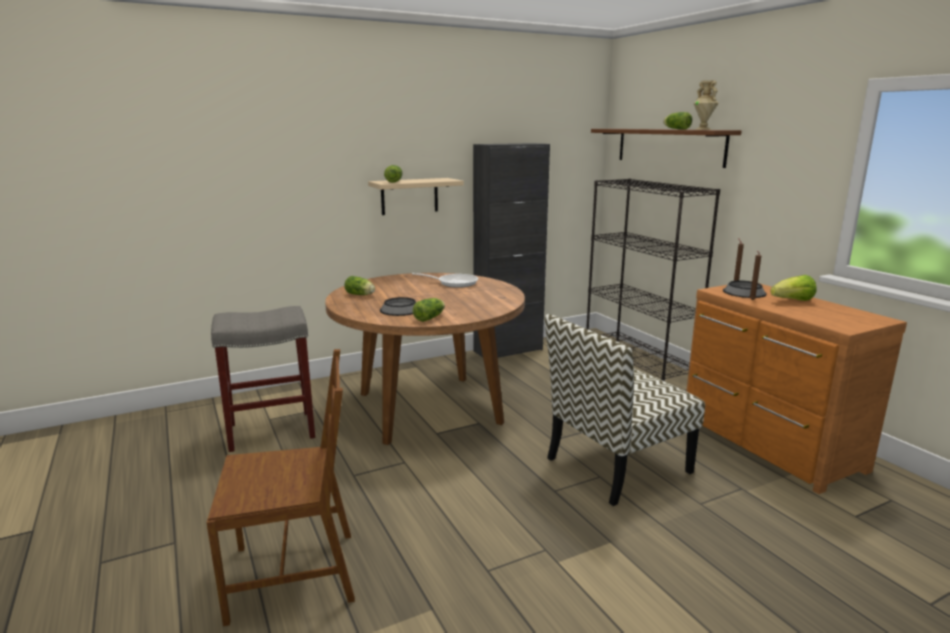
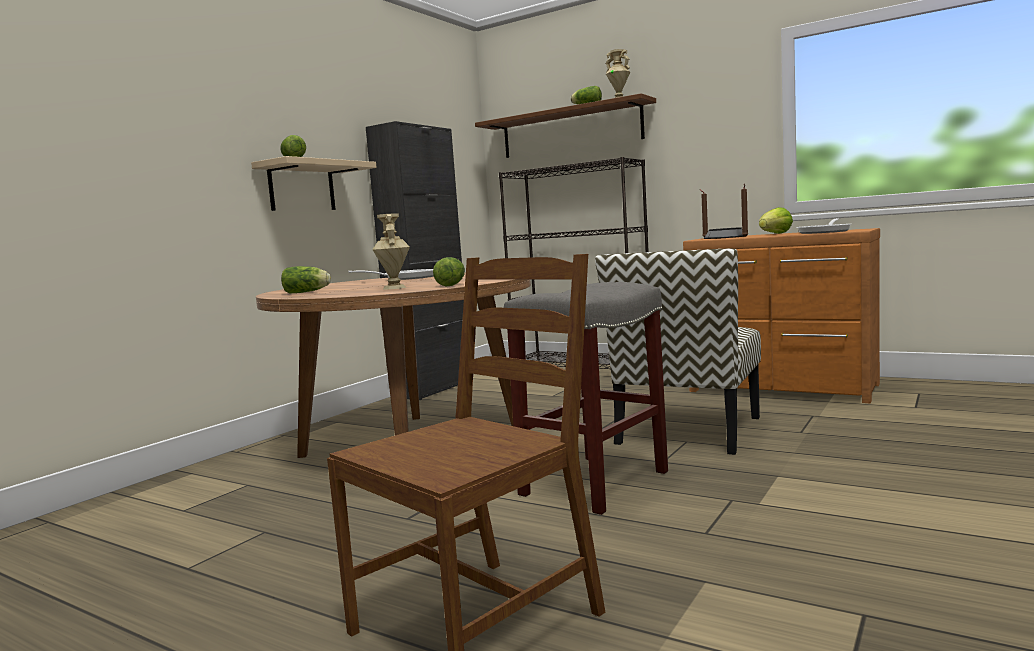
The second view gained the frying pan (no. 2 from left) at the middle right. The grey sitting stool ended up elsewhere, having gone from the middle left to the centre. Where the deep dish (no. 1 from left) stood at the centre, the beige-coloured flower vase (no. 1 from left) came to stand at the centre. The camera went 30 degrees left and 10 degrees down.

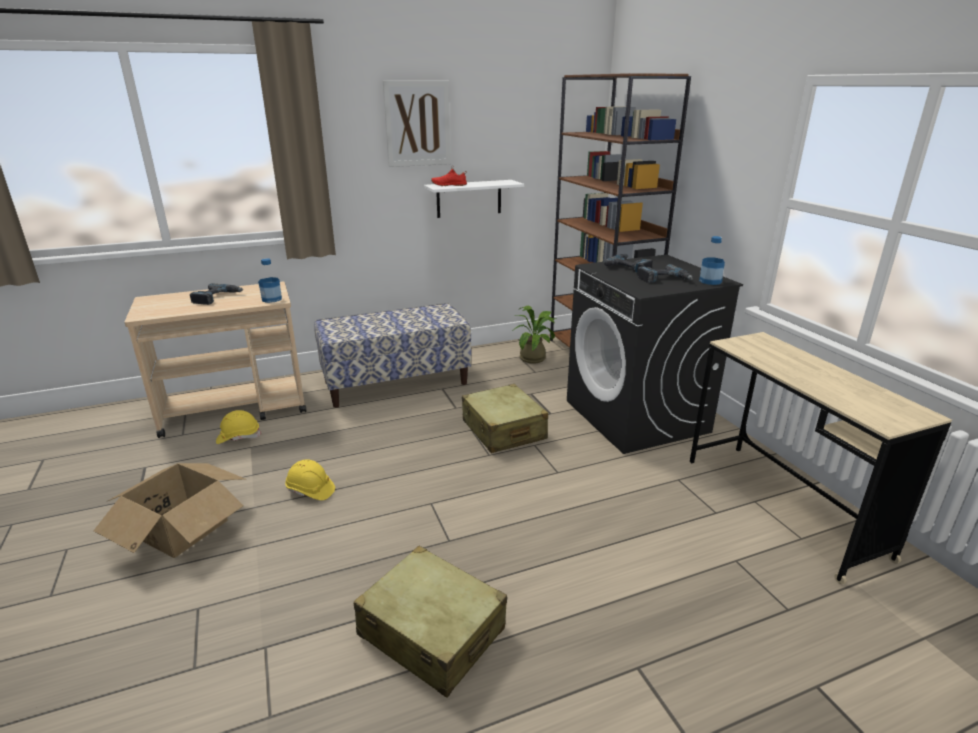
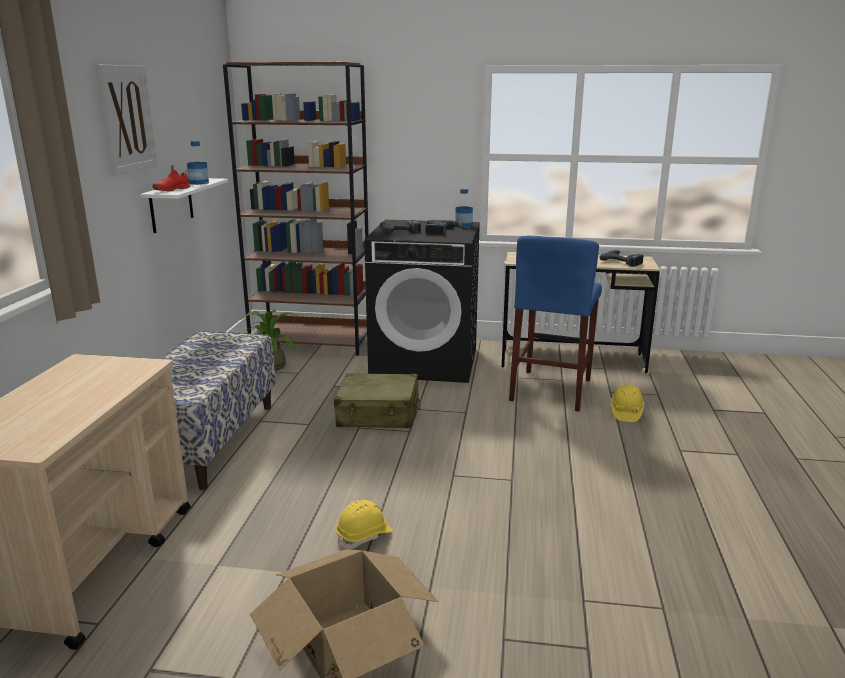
The second view lost the beige-coloured suitcase (no. 1 from left) at the bottom centre. The second view gained the blue sitting stool at the centre. The power drill (no. 1 from left in the first image) ended up elsewhere, having gone from the middle left to the middle right. The yellowish hard hat (no. 1 from left in the first image) ended up elsewhere, having gone from the middle left to the middle right. The bottle (no. 1 from left) ended up elsewhere, having gone from the middle left to the top left. The camera went 60 degrees left and 5 degrees down.

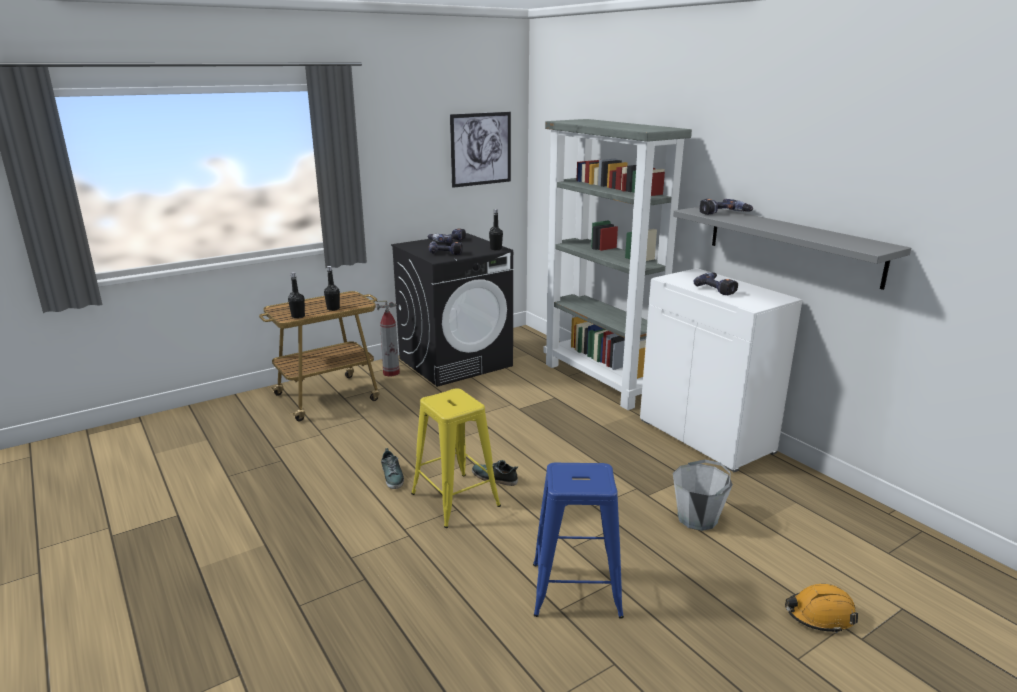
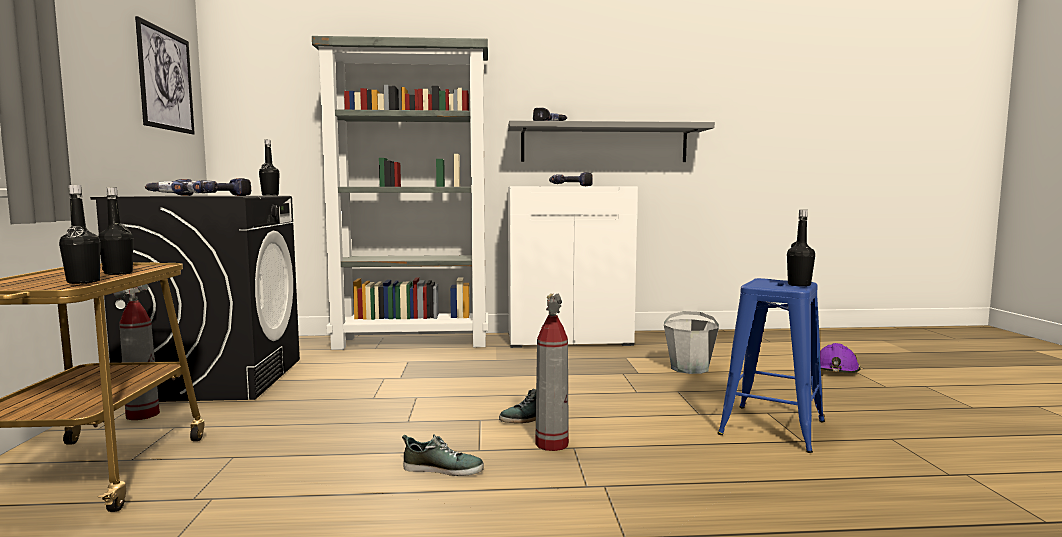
The second view gained the black-coloured bottle (no. 4 from left) at the middle right. Where the yellowish sitting stool stood at the centre, the fire-fighting cylinder (no. 2 from left) came to stand at the bottom centre. What was the orange hard hat at the bottom right turned into the purplish hard hat at the bottom right. The camera went 60 degrees left and 15 degrees down.

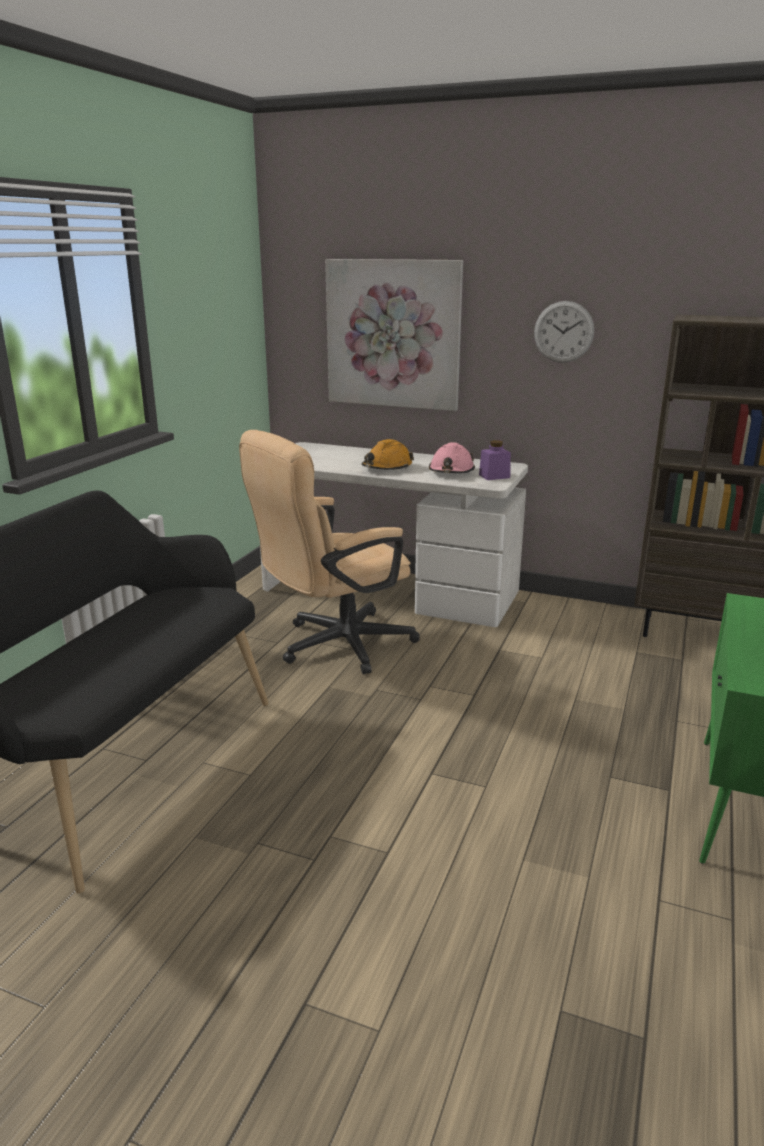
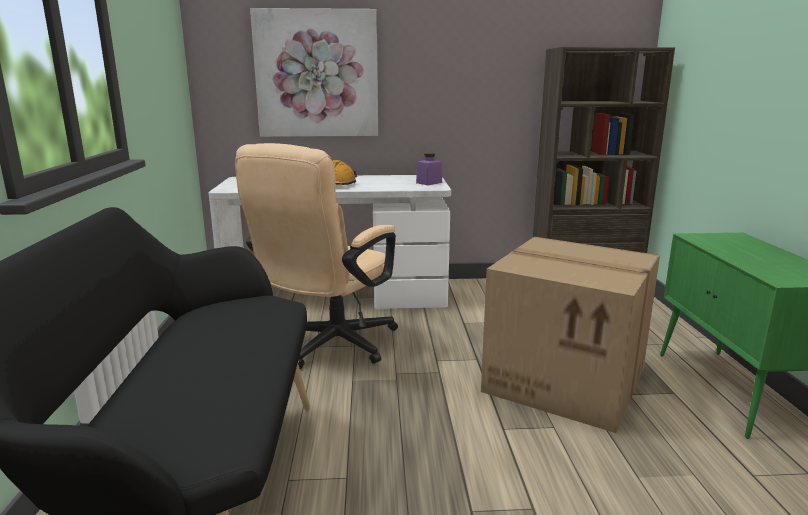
The second view lost the pink-coloured hard hat at the centre. The second view lost the hanging clock at the top right. The second view gained the cardboard box at the middle right. The camera went 25 degrees left and 5 degrees down.

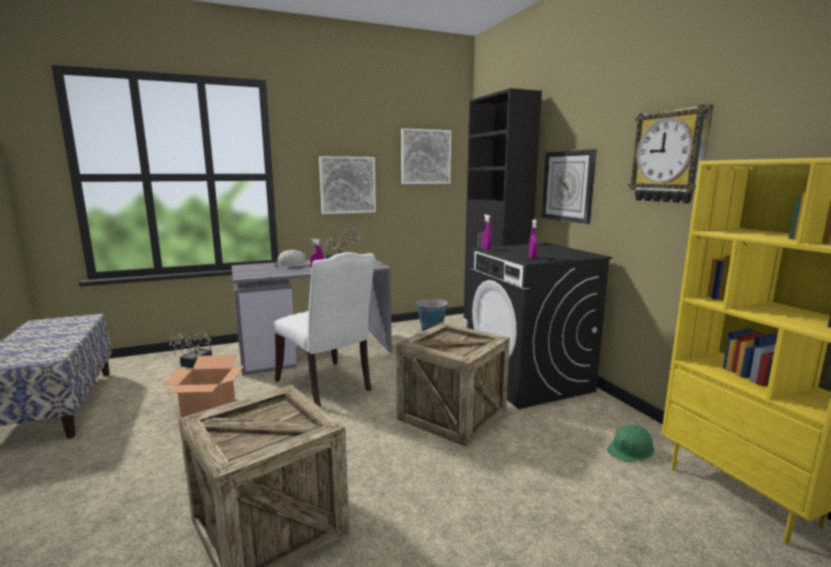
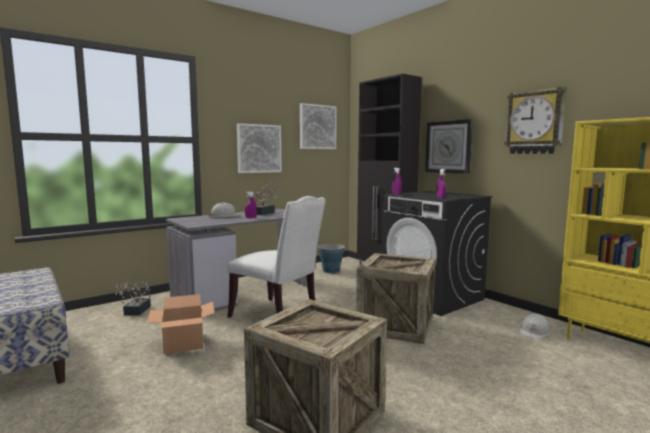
What was the green-coloured hard hat at the bottom right turned into the white hard hat (no. 2 from left) at the bottom right. The camera went 15 degrees left and 5 degrees down.

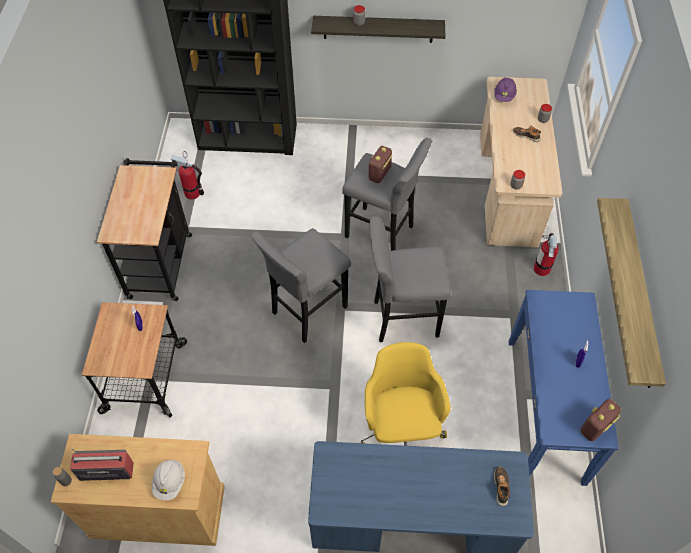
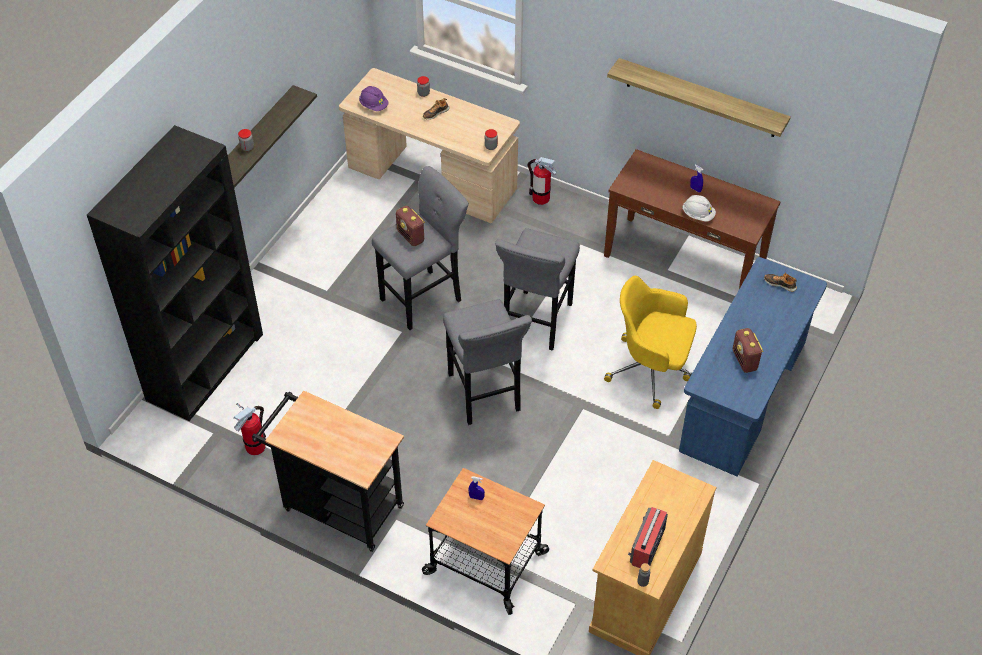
The white hard hat ended up elsewhere, having gone from the bottom left to the top right. The radio receiver (no. 3 from left) ended up elsewhere, having gone from the bottom right to the middle right. What was the blue hall table at the bottom right turned into the brown hall table at the middle right. The camera went 65 degrees left and 5 degrees down.

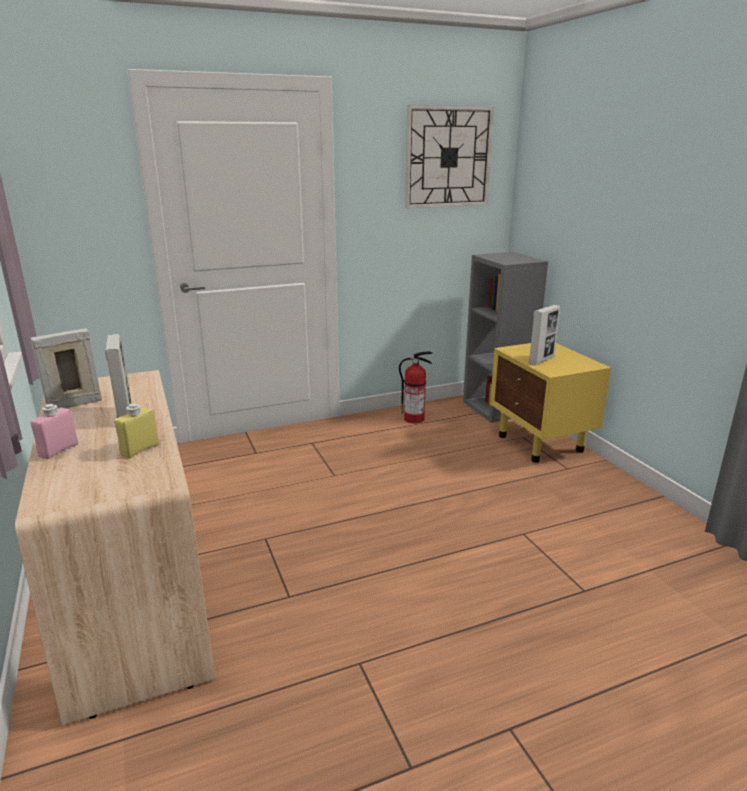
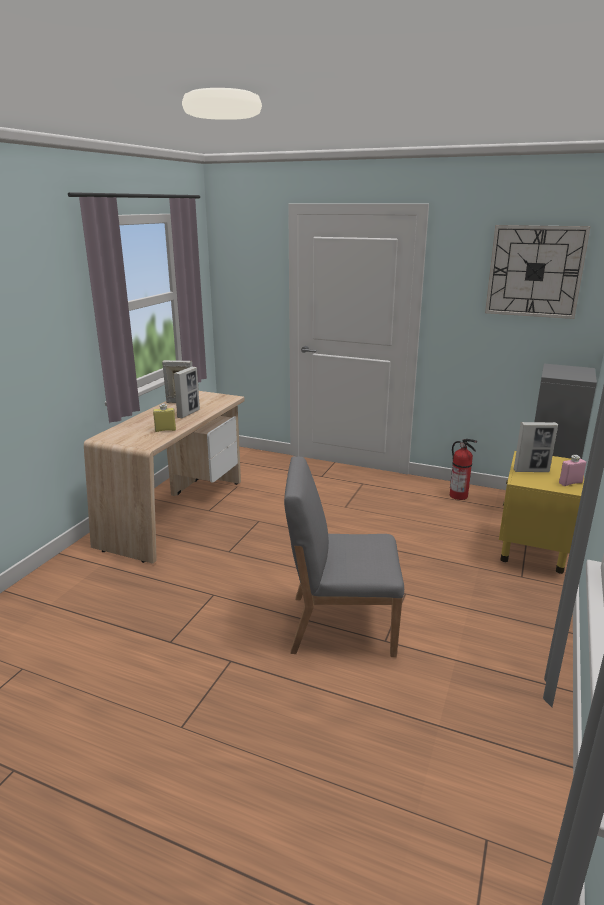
The second view gained the grey chair at the centre. The pink-coloured bottle ended up elsewhere, having gone from the middle left to the middle right. The camera went 45 degrees right and 0 degrees up.

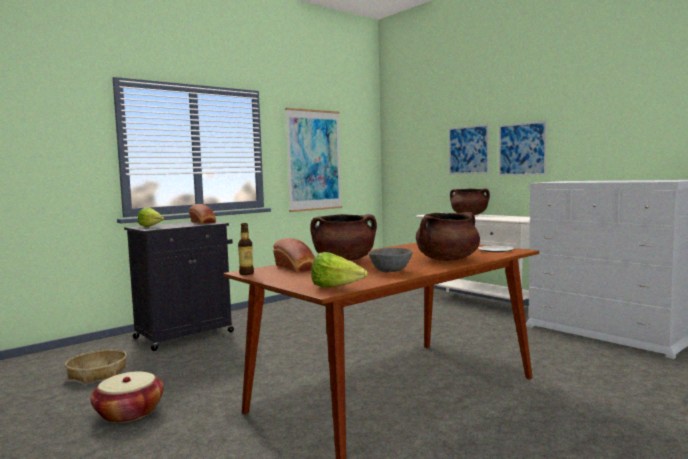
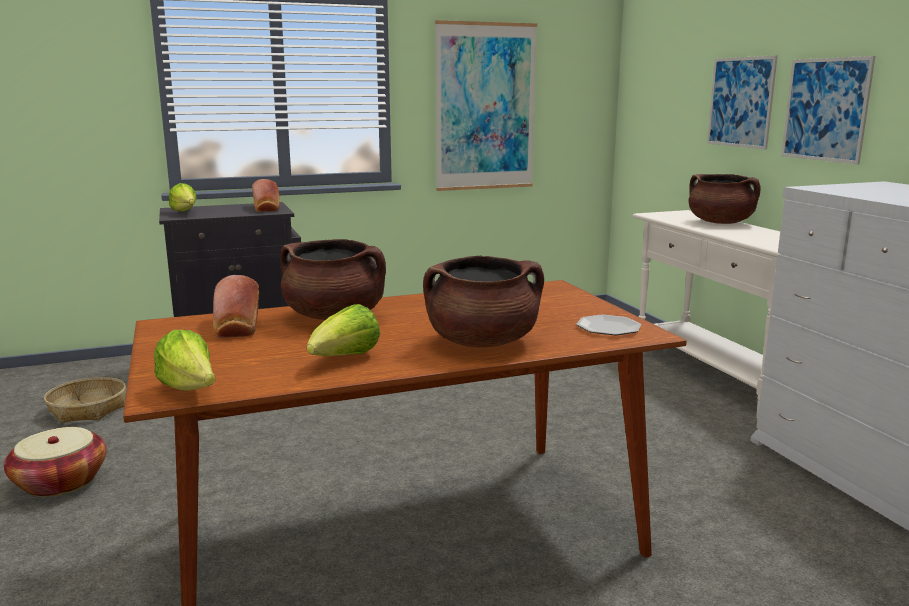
The second view lost the bottle at the centre. Where the grey deep dish stood at the centre, the lettuce (no. 3 from left) came to stand at the centre. The camera went 20 degrees right and 10 degrees up.

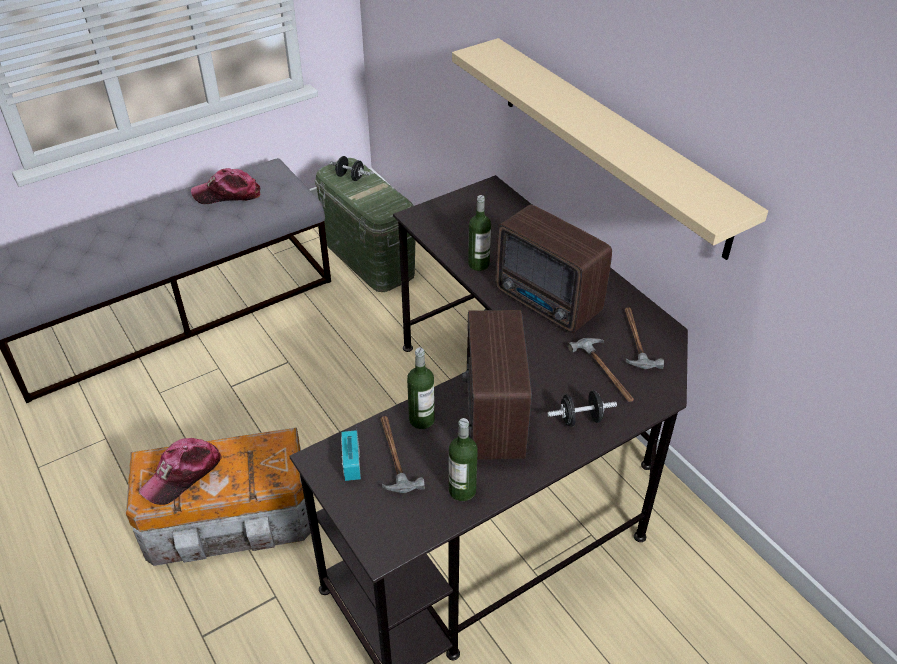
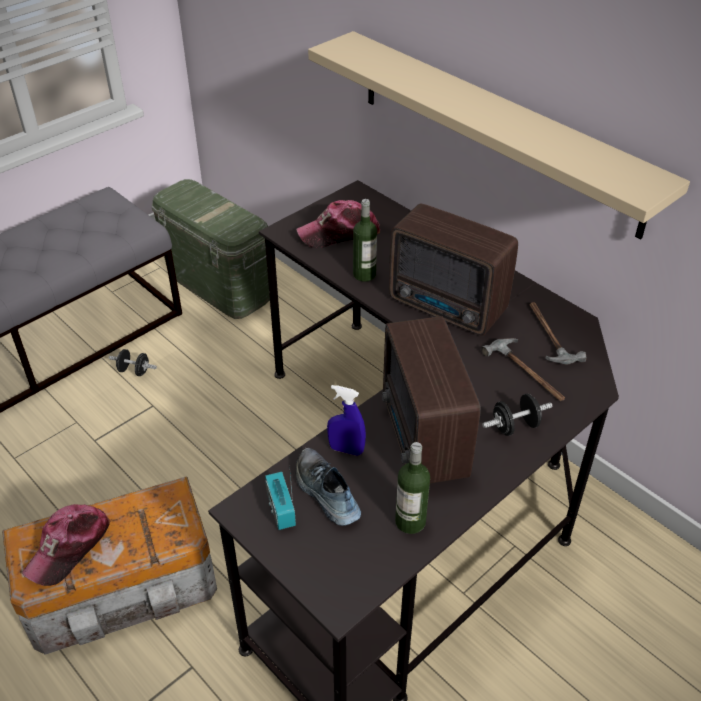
The baseball cap (no. 2 from left) ended up elsewhere, having gone from the top left to the top centre. The black-coloured dumbbell (no. 1 from left) ended up elsewhere, having gone from the top centre to the middle left. Where the hand hammer (no. 1 from left) stood at the bottom centre, the item of footwear came to stand at the bottom centre. Where the bottle (no. 1 from left) stood at the centre, the blue spray bottle came to stand at the centre. The camera went 10 degrees left and 0 degrees up.

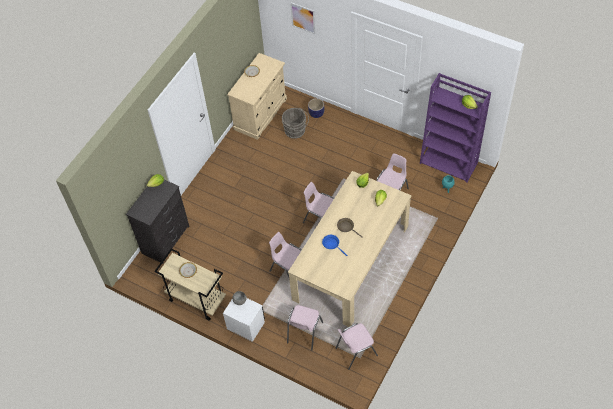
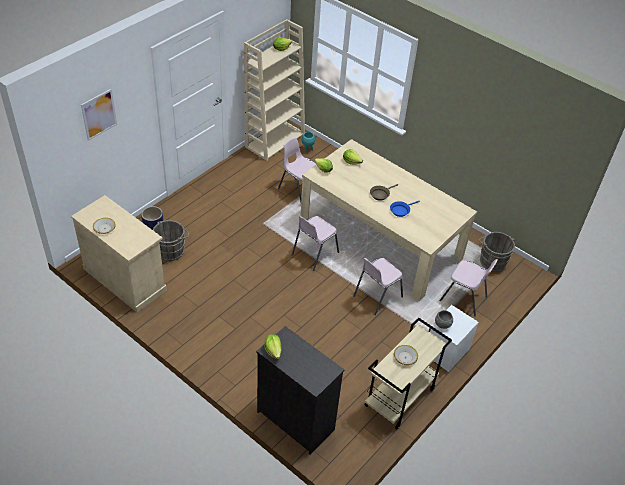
Where the pink-coloured chair (no. 4 from left) stood at the bottom centre, the grey water bucket (no. 2 from left) came to stand at the middle right. What was the purplish bookshelf at the top right turned into the beige-coloured bookshelf at the top centre. The camera went 85 degrees left and 10 degrees down.

